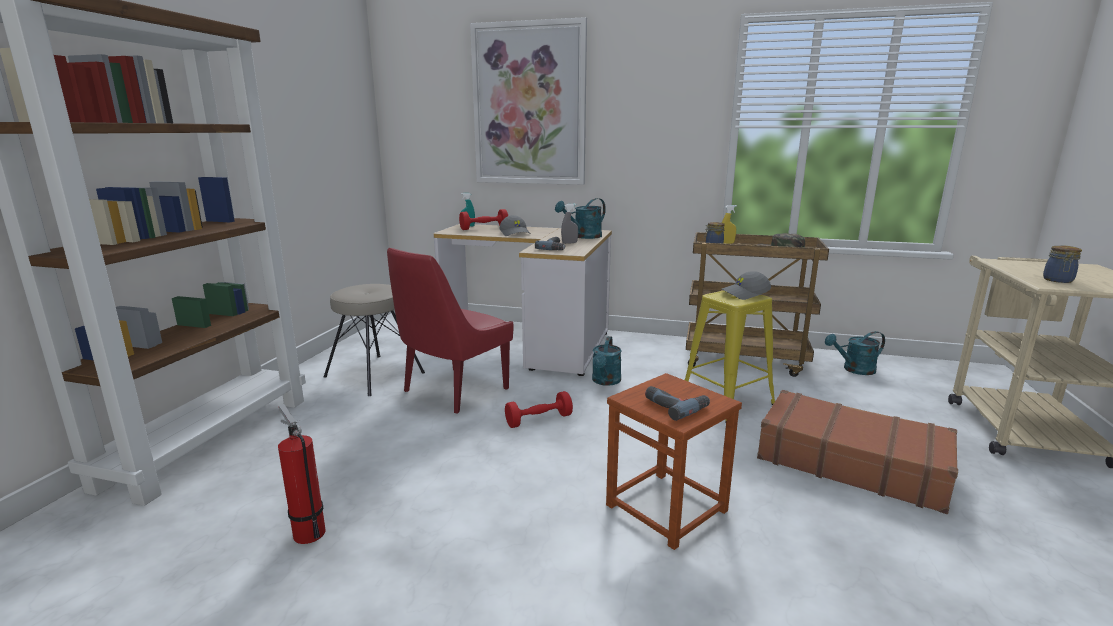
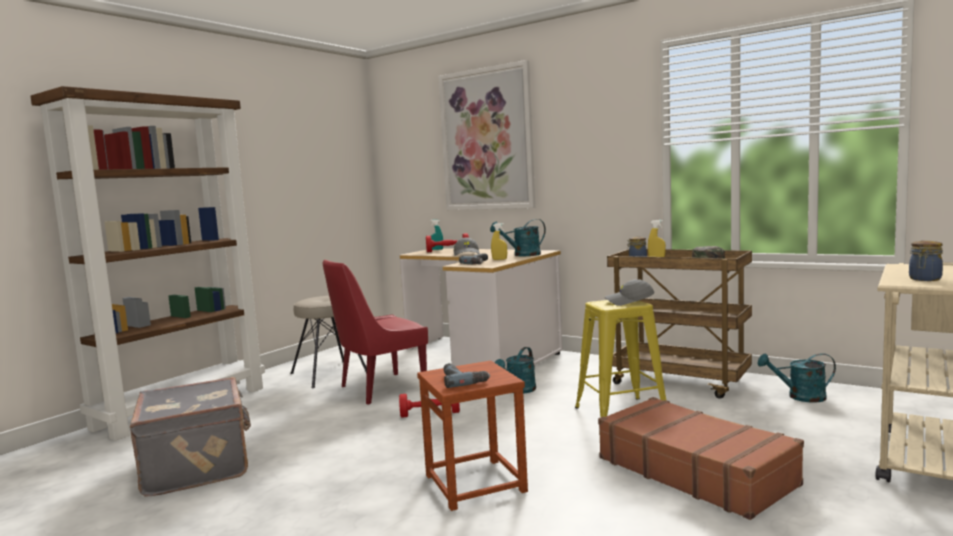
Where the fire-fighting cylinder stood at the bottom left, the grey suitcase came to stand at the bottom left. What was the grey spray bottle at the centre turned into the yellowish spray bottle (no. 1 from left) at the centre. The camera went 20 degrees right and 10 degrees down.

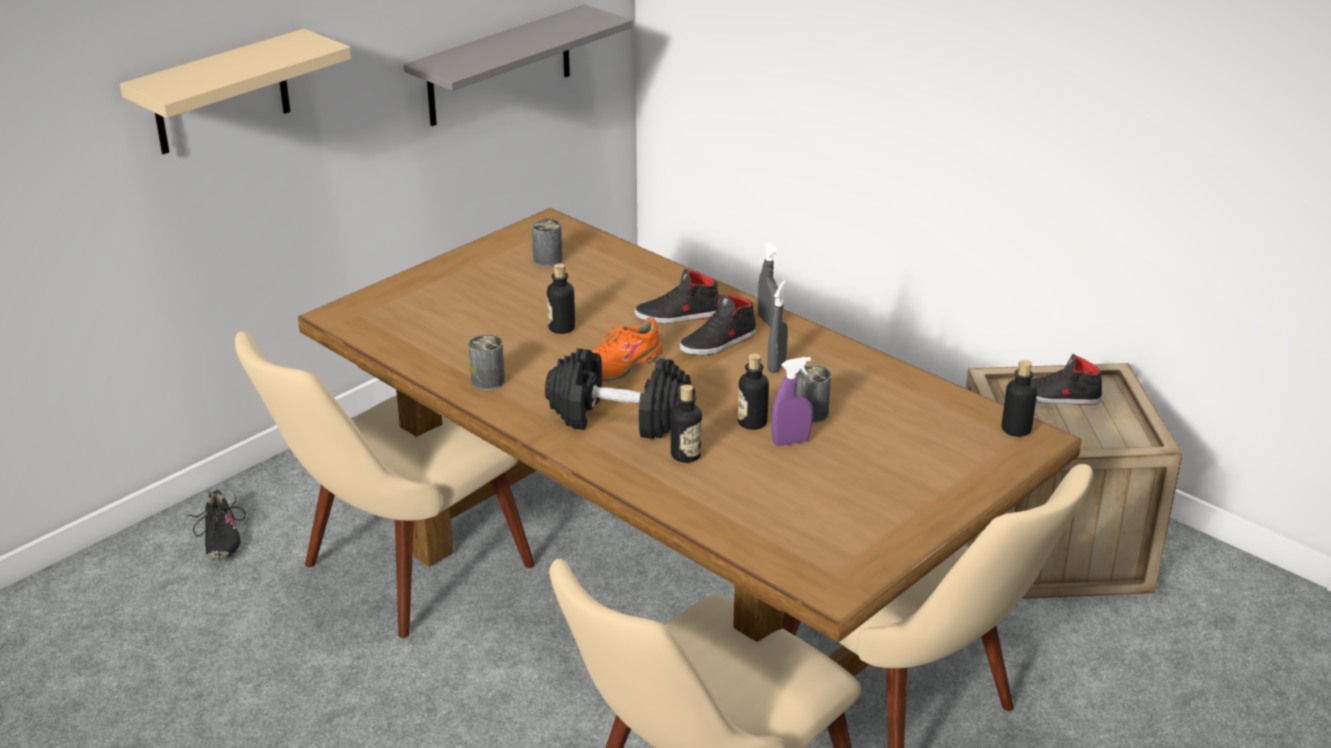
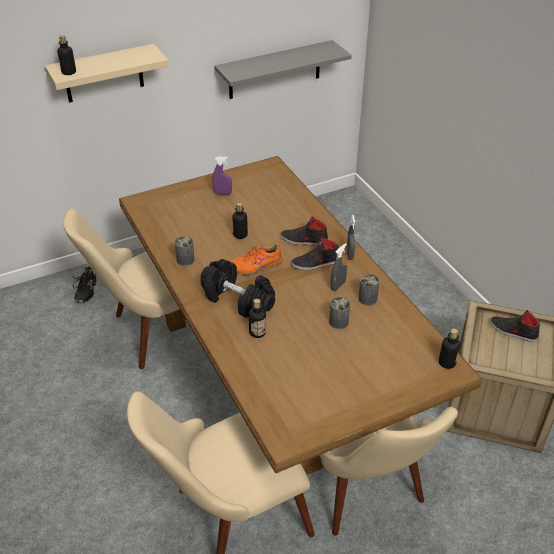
The sealed can (no. 2 from left in the first image) ended up elsewhere, having gone from the top centre to the centre. The bottle (no. 3 from left in the first image) ended up elsewhere, having gone from the centre to the top left. The purplish spray bottle ended up elsewhere, having gone from the centre to the top centre. The camera went 20 degrees right and 10 degrees up.

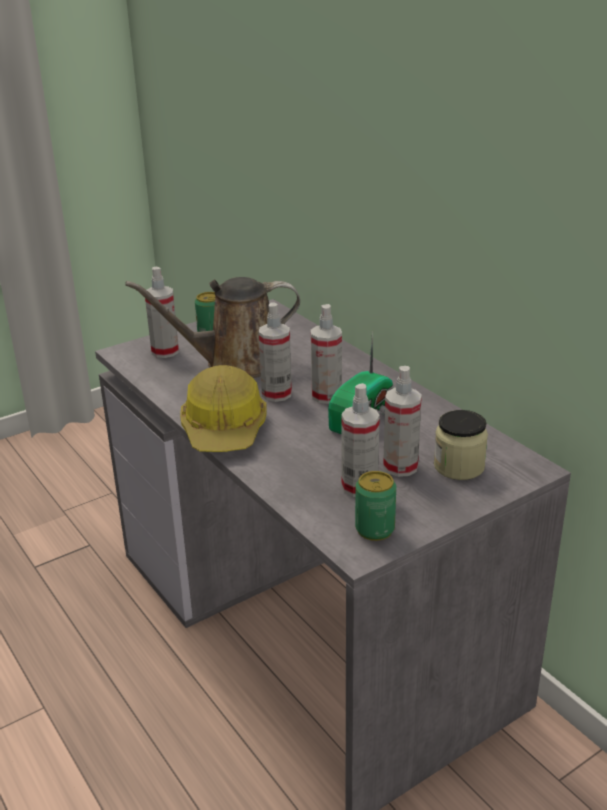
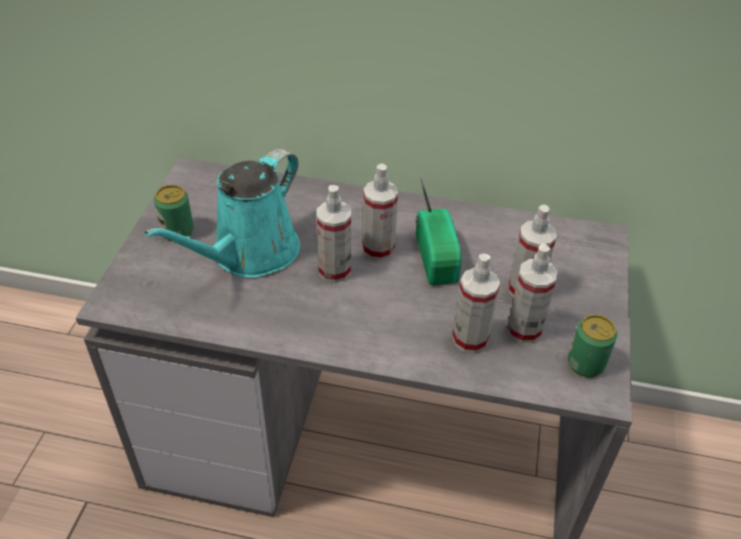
The second view lost the hard hat at the centre. The second view lost the storage jar at the middle right. The spray bottle (no. 1 from left in the first image) ended up elsewhere, having gone from the middle left to the centre. What was the brown watering pot at the centre turned into the turquoise watering pot at the middle left. The camera went 45 degrees left and 15 degrees up.

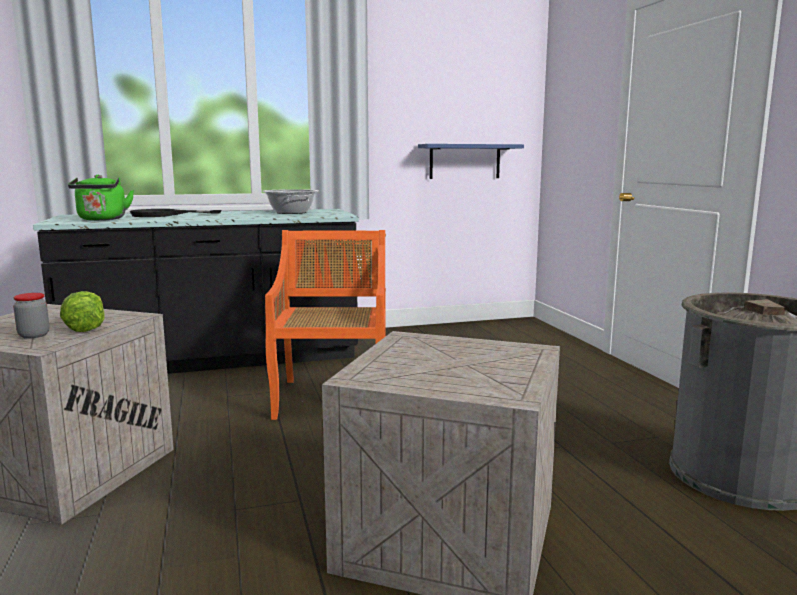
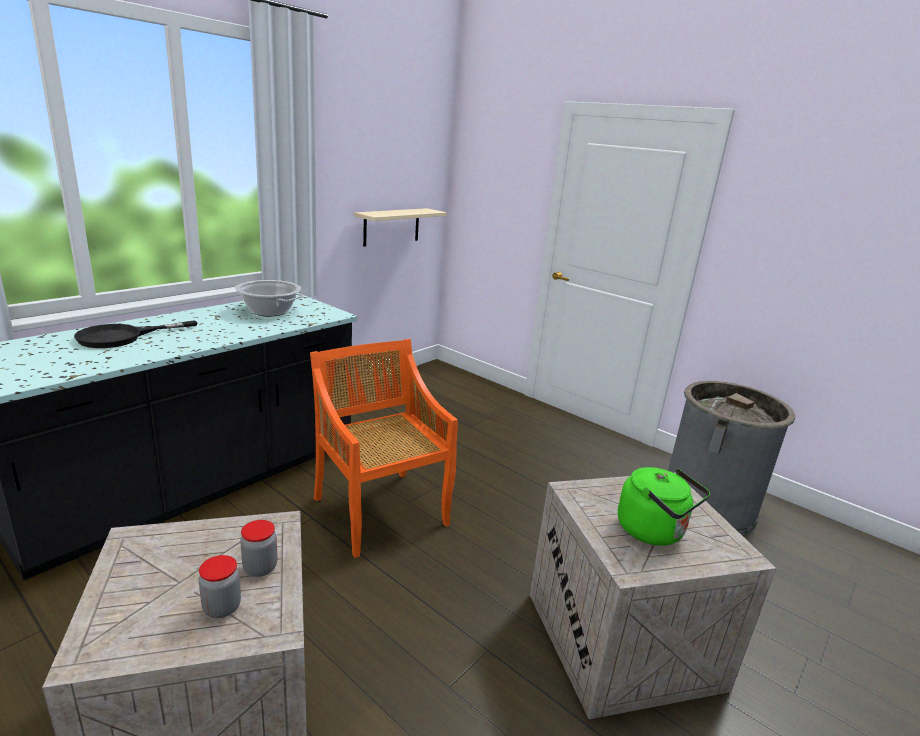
The green-coloured tea kettle ended up elsewhere, having gone from the top left to the bottom right. Where the lettuce stood at the middle left, the storage jar (no. 2 from left) came to stand at the bottom left. What was the blue shelf at the top centre turned into the beige-coloured shelf at the top centre. The camera went 35 degrees left and 10 degrees up.

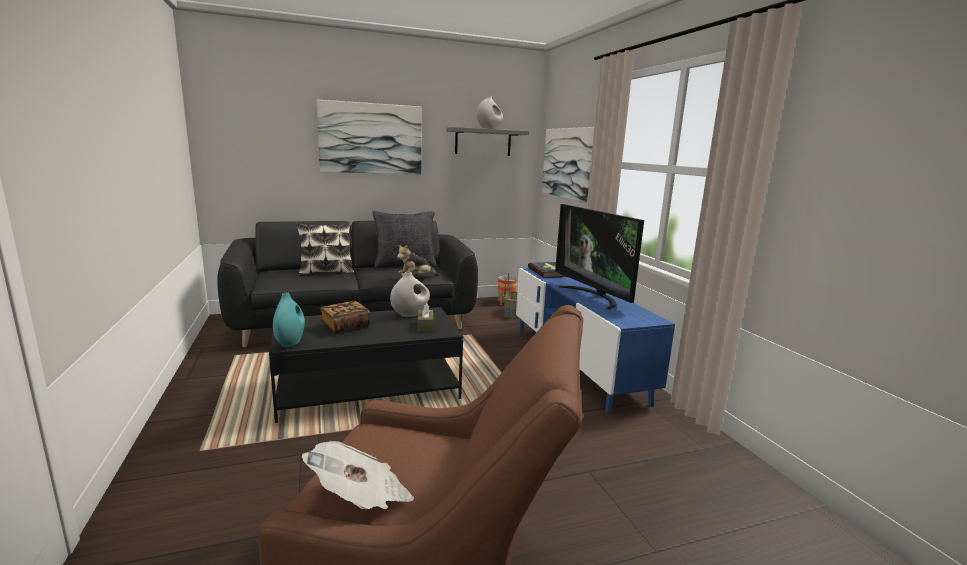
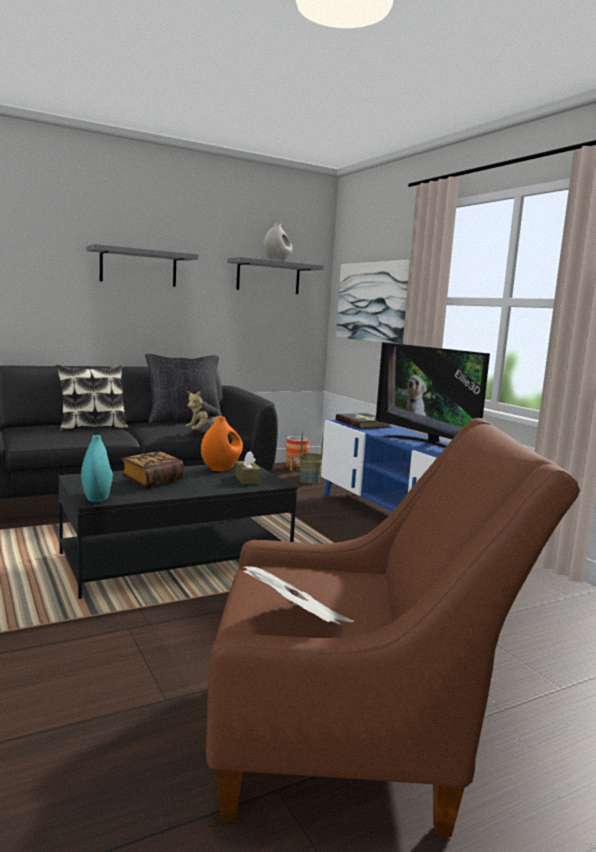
Where the picture (no. 1 from left) hung at the top centre, the grey shelf (no. 1 from left) came to hang at the top left. What was the white flower vase (no. 1 from left) at the centre turned into the orange flower vase at the centre. The camera went 10 degrees left and 5 degrees down.

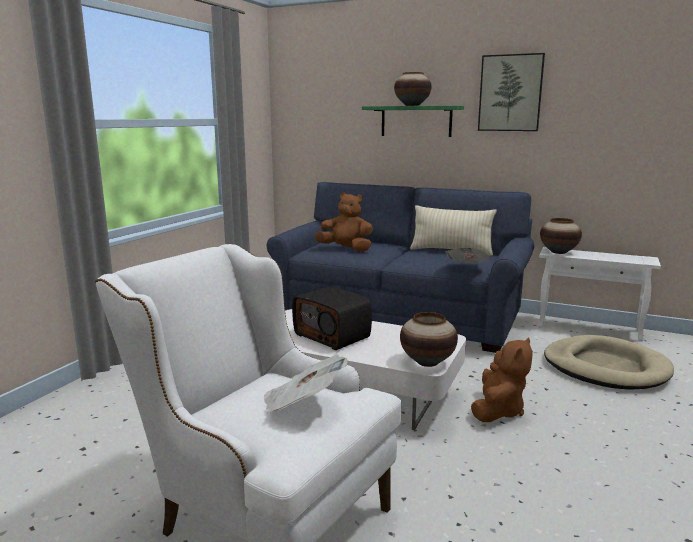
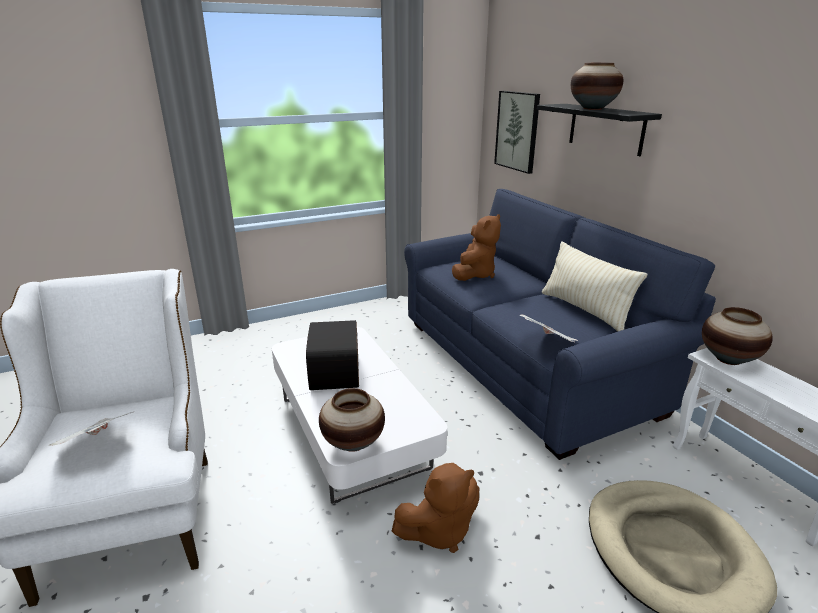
The picture ended up elsewhere, having gone from the top right to the top centre. What was the green-coloured shelf at the top centre turned into the black-coloured shelf at the top right. The brown plush toy (no. 1 from left in the first image) at the centre ended up facing another way, 60 degrees clockwise from before. The camera went 40 degrees right and 10 degrees up.

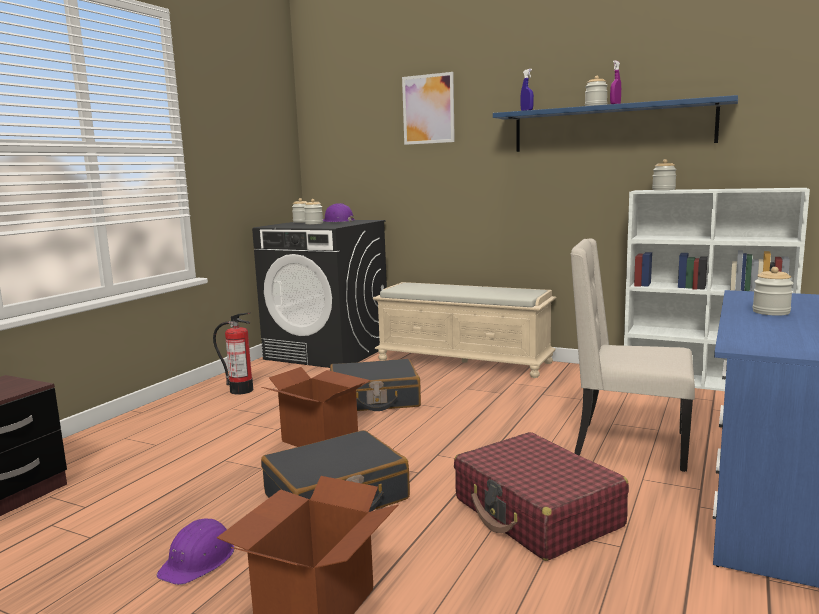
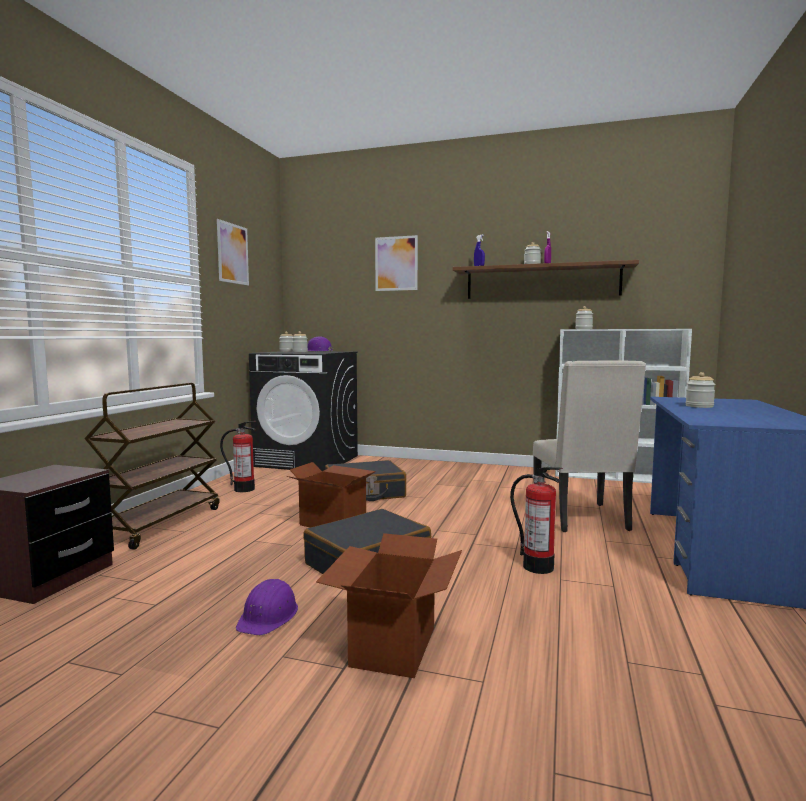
The second view lost the beige-coloured indoor bench at the centre. The second view gained the brown cart at the middle left. The second view gained the picture (no. 1 from left) at the top left. Where the reddish suitcase stood at the bottom centre, the fire-fighting cylinder (no. 2 from left) came to stand at the centre. What was the blue shelf at the top right turned into the brown shelf at the middle right. The beige-coloured chair at the middle right ended up facing another way, 105 degrees counterclockwise from before. The camera went 10 degrees left and 5 degrees down.

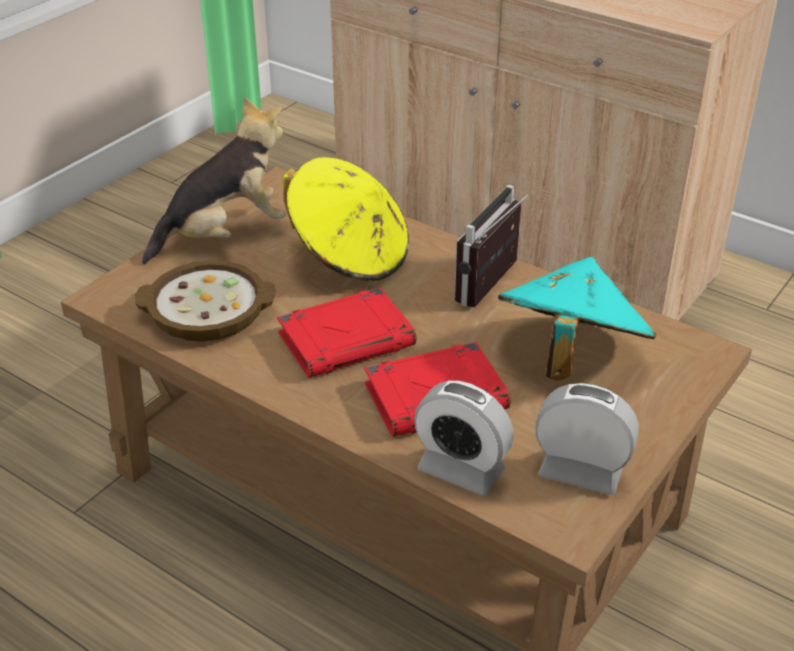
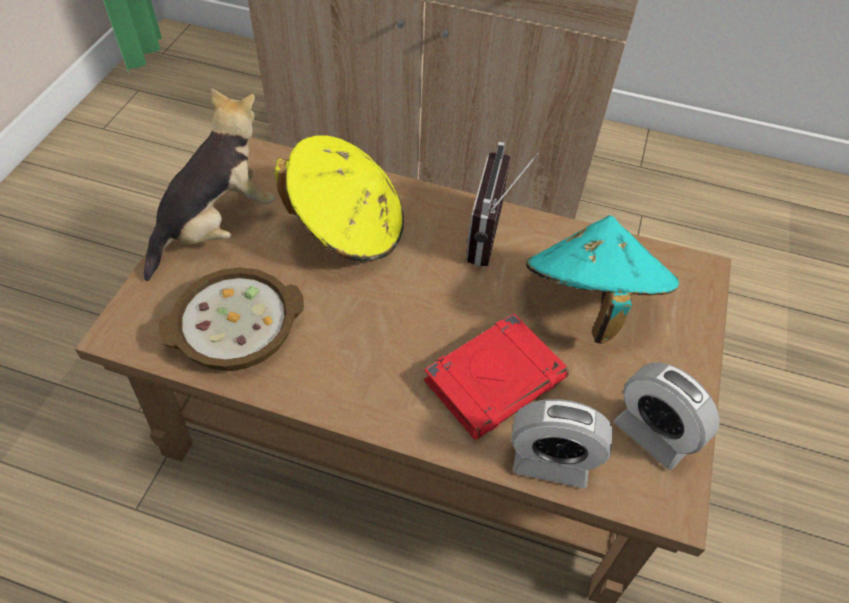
The second view lost the reddish book (no. 1 from left) at the centre. The table clock (no. 2 from left) at the bottom right ended up facing another way, 135 degrees counterclockwise from before. The camera went 20 degrees left and 15 degrees up.

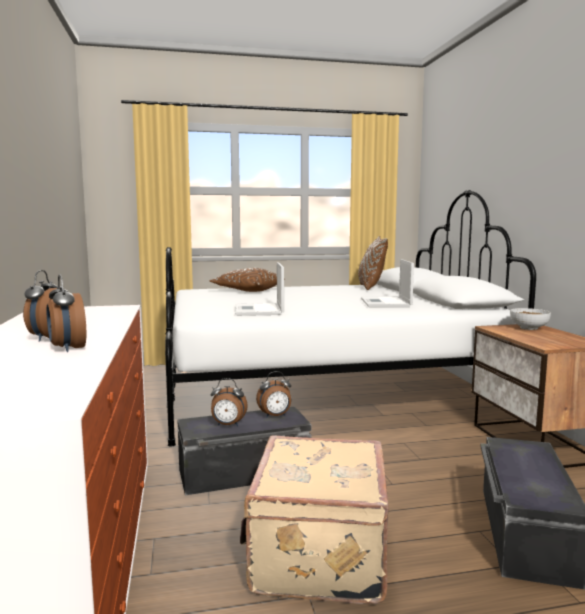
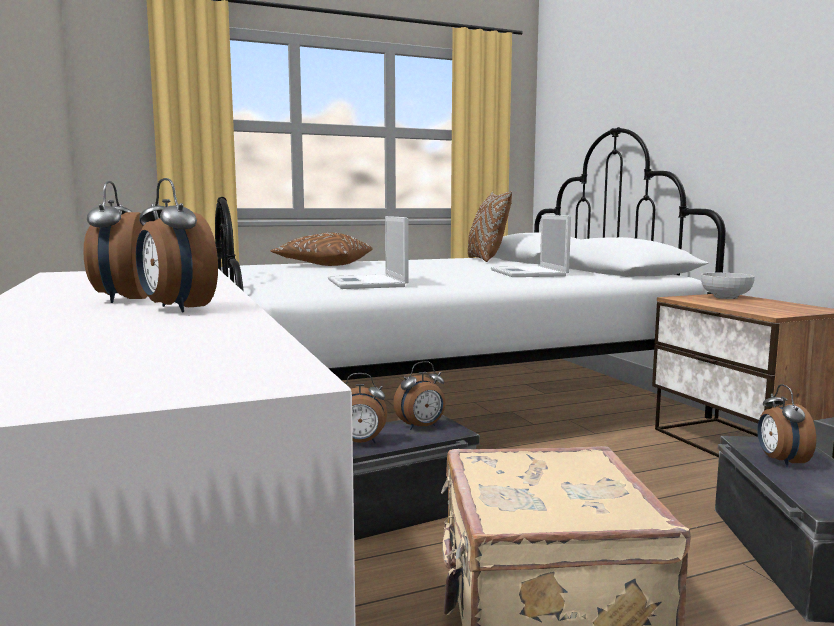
The second view gained the table clock (no. 5 from left) at the bottom right. The camera went 10 degrees left and 0 degrees up.

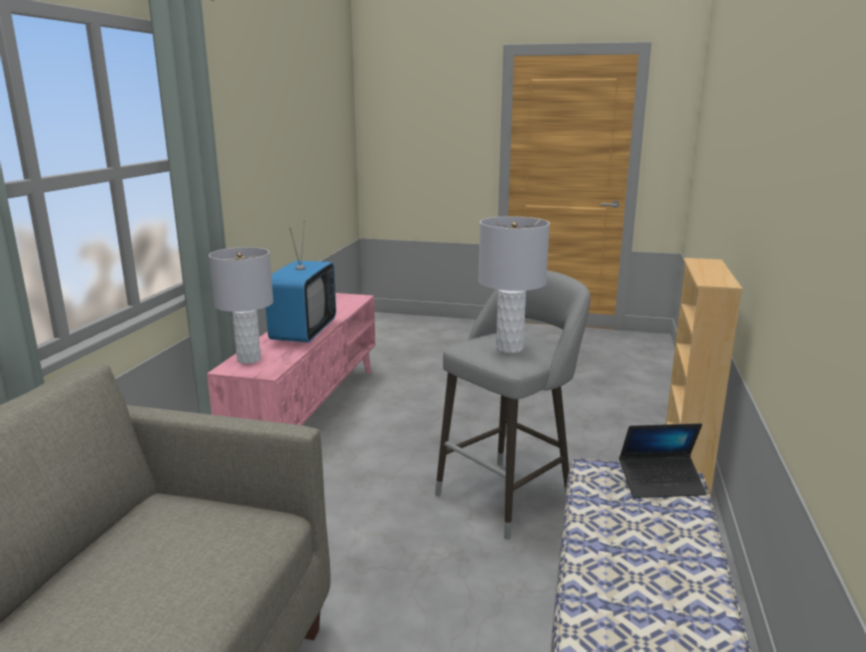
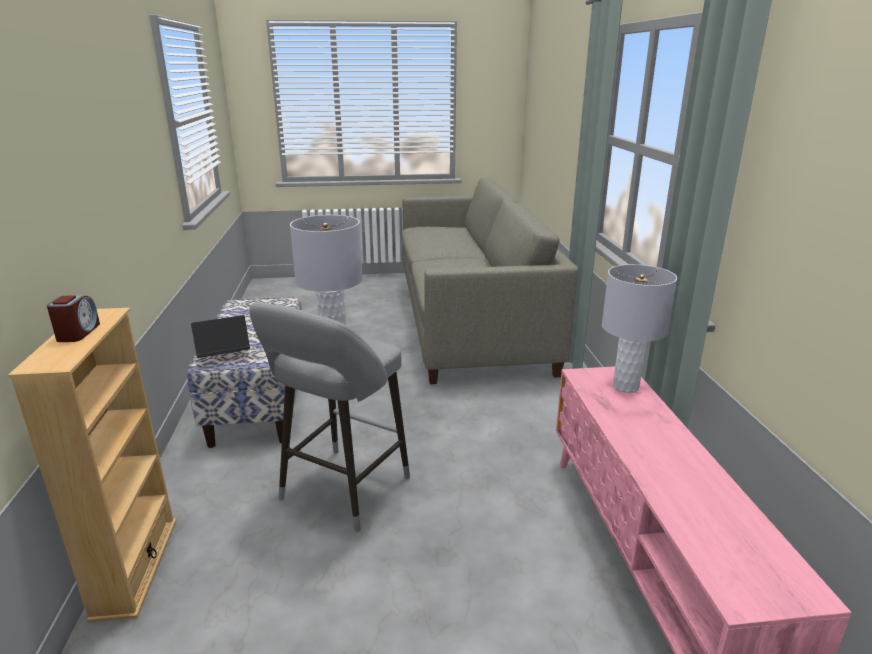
The second view lost the television at the centre. The second view gained the table clock at the middle left. The camera went 160 degrees right and 5 degrees up.

